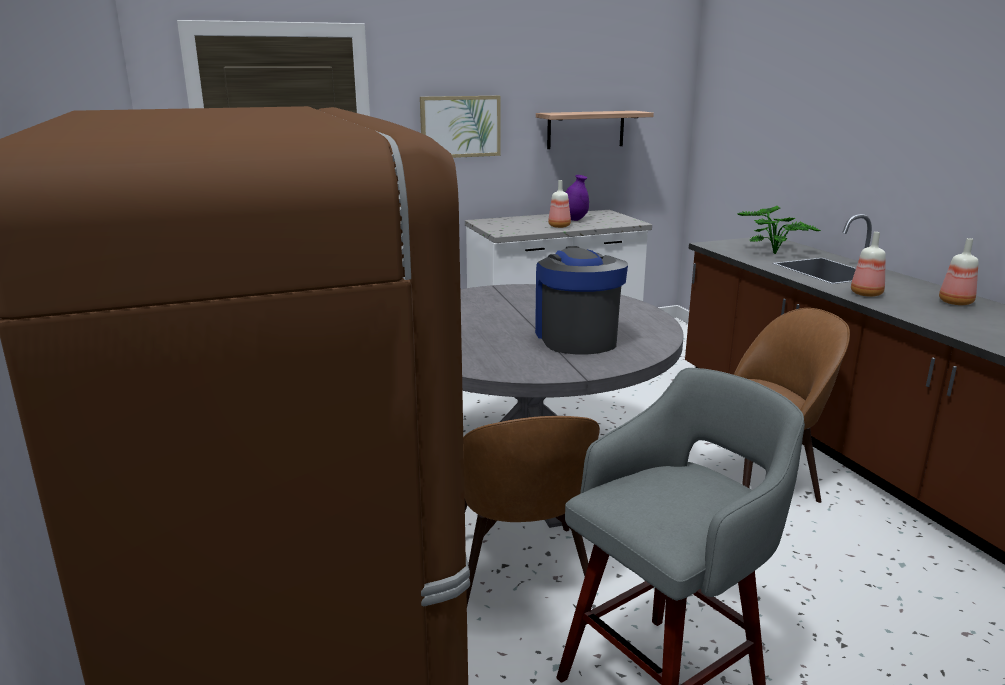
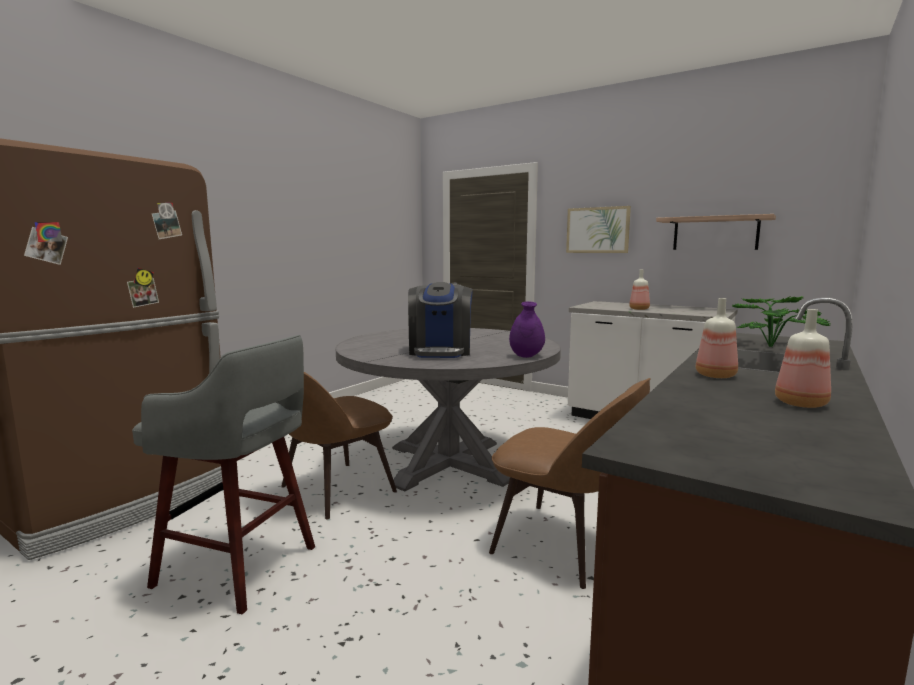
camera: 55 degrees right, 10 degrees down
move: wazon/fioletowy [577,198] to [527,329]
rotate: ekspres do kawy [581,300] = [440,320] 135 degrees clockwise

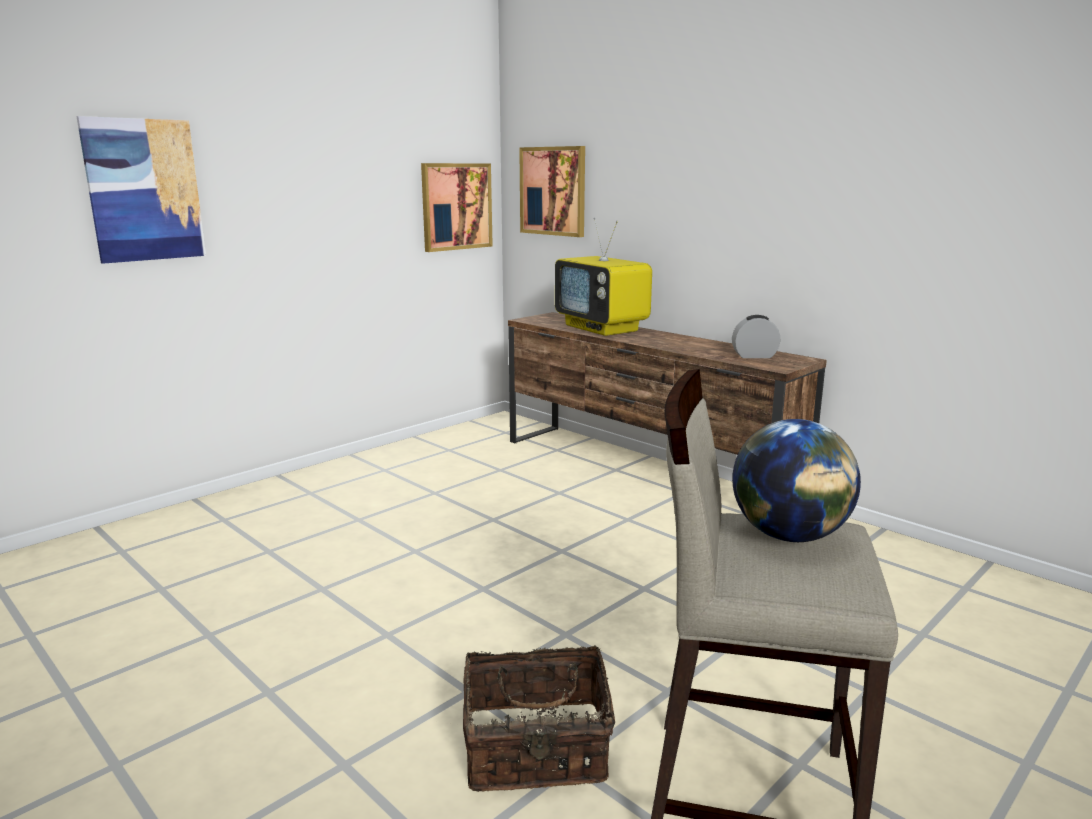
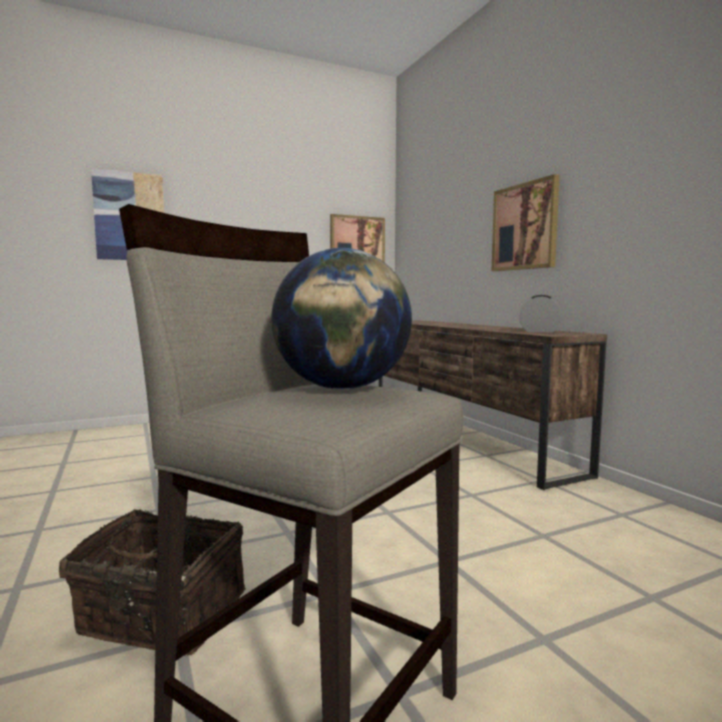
camera: 20 degrees right, 10 degrees down
delete: telewizor [603,276]
move: obraz [552,191] to [526,222]

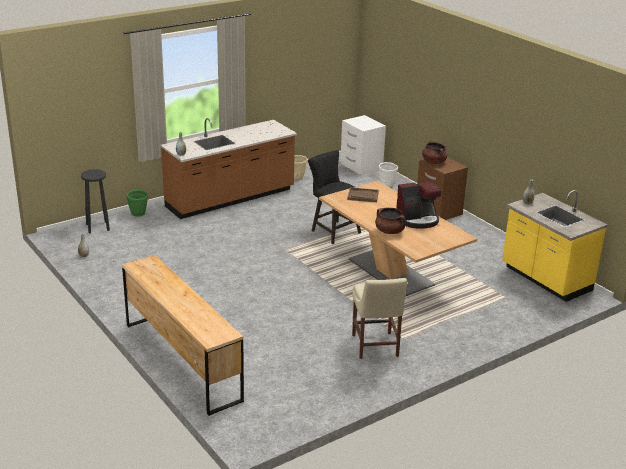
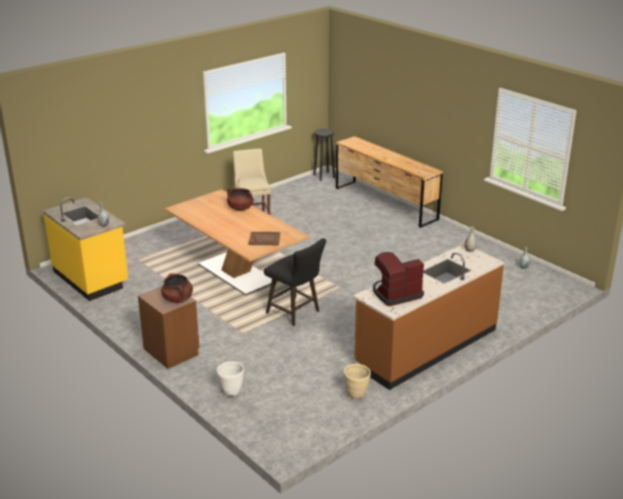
camera: 175 degrees right, 0 degrees up
delete: donica/zielony [137,203]; szafka nocna/biały [363,145]
move: stołek/czarny [95,201] to [324,155]; ekspres do kawy [418,205] to [398,279]

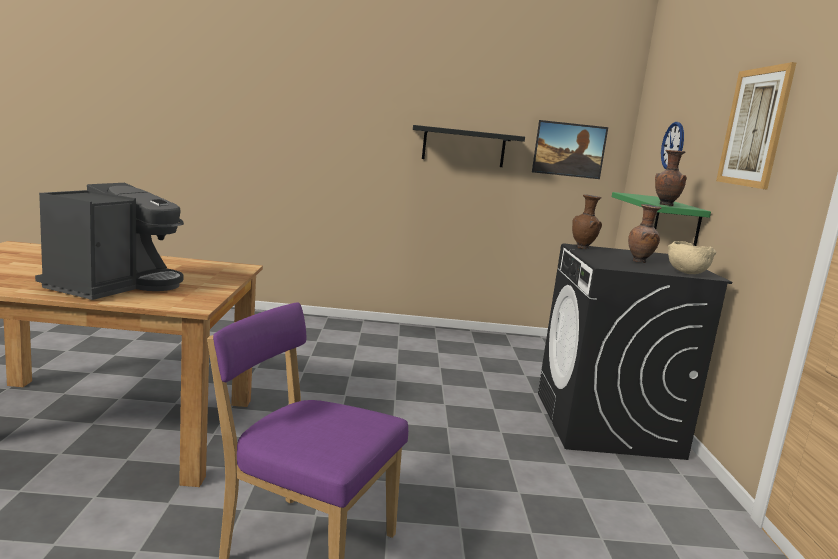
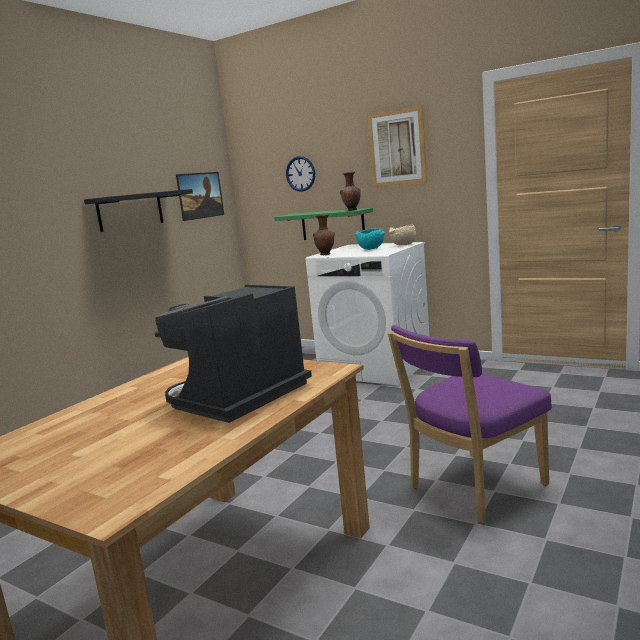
camera: 55 degrees left, 0 degrees up
replace: wazon/brązowy [644,233] to miska/turkusowy [370,239]
recolor: pralka/czarny [635,351] to pralka/biały [367,313]
rotate: ekspres do kawy [109,241] = [233,354] 105 degrees counterclockwise

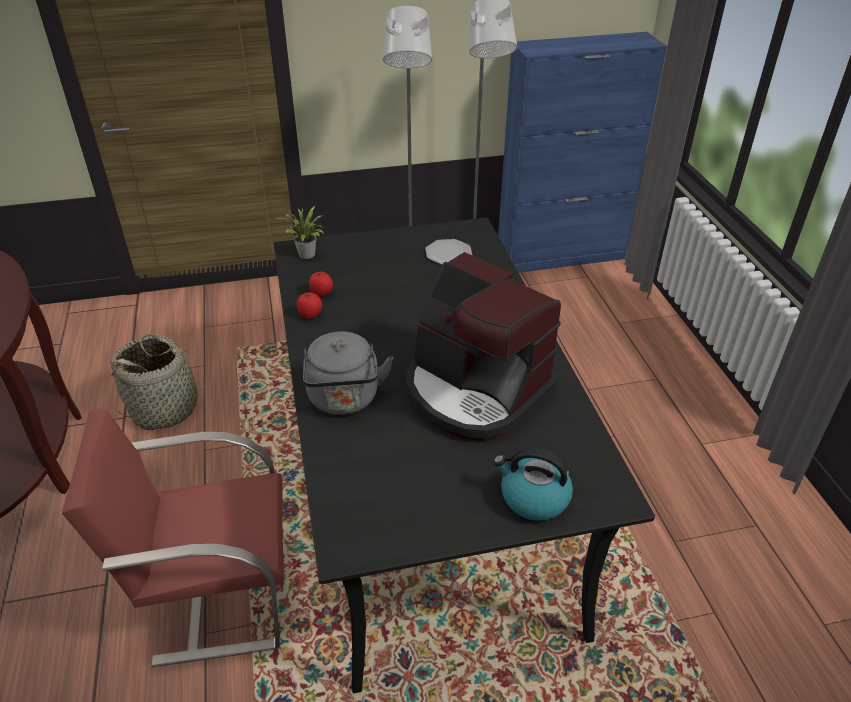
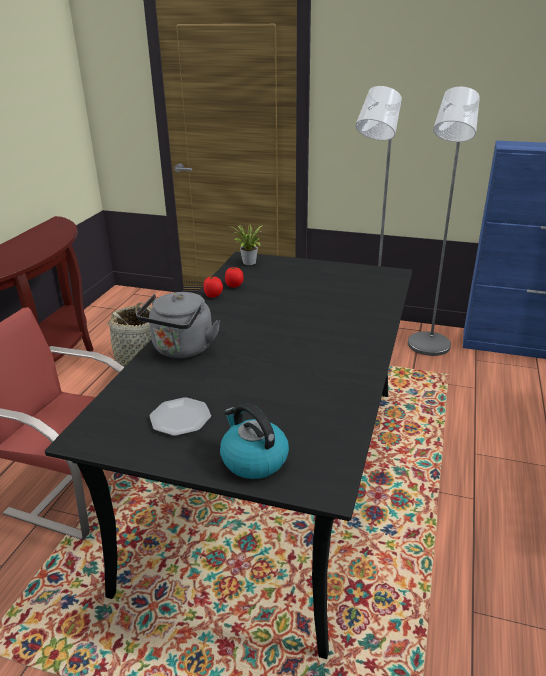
camera: 30 degrees right, 10 degrees down
delete: ekspres do kawy [483,346]
move: talerz [448,252] to [180,416]

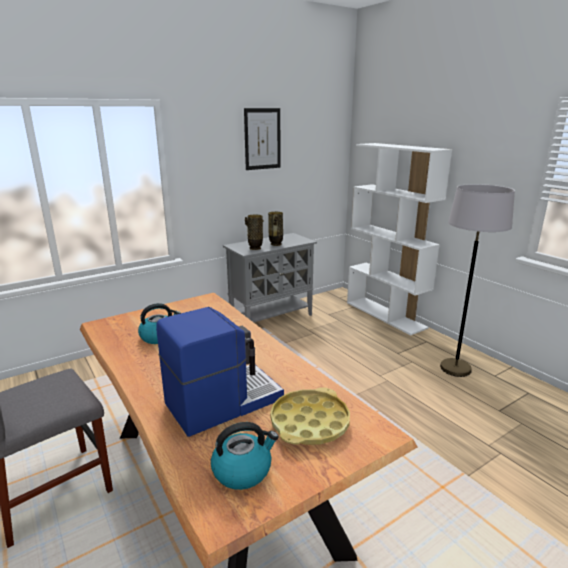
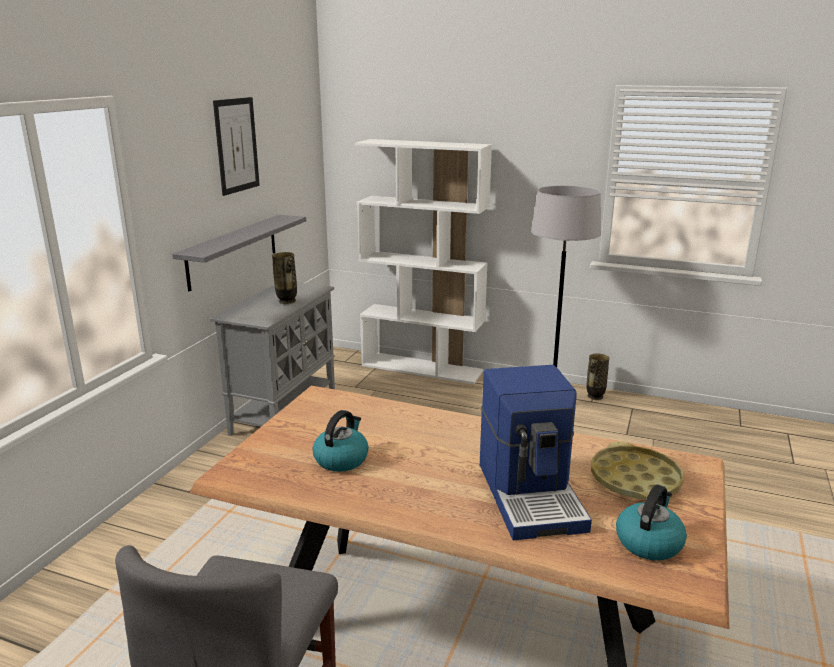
camera: 35 degrees left, 0 degrees up
insert: półka/szary [239,253]
move: wazon [254,232] to [597,377]
rotate: ekspres do kawy [220,372] = [536,452] 150 degrees clockwise

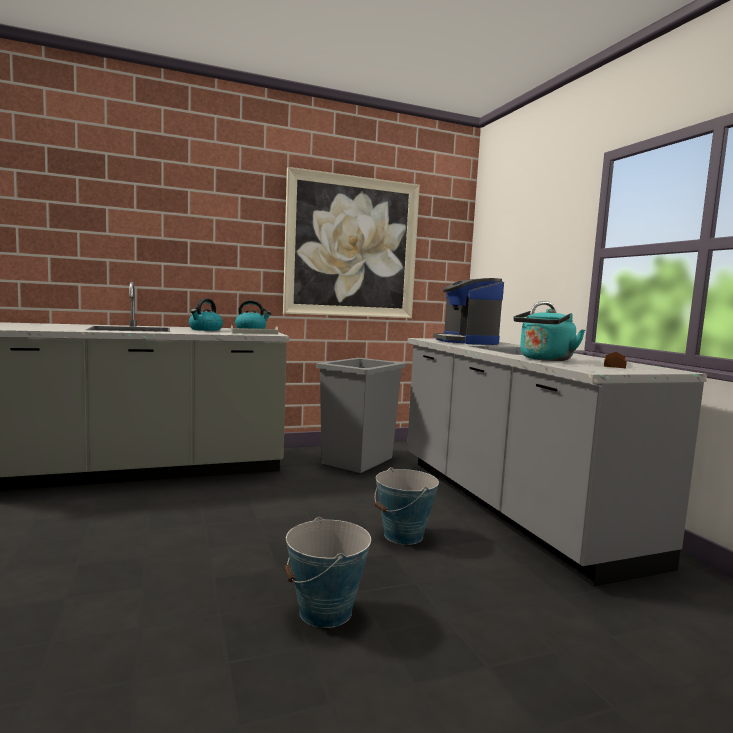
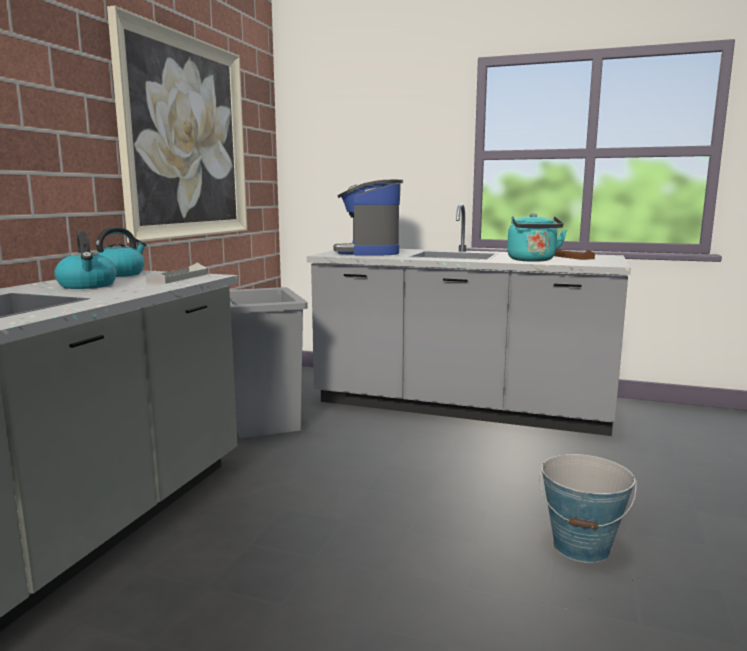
camera: 50 degrees left, 5 degrees up
delete: wiadro [407,506]
rotate: ekspres do kawy [468,311] = [368,218] 60 degrees clockwise

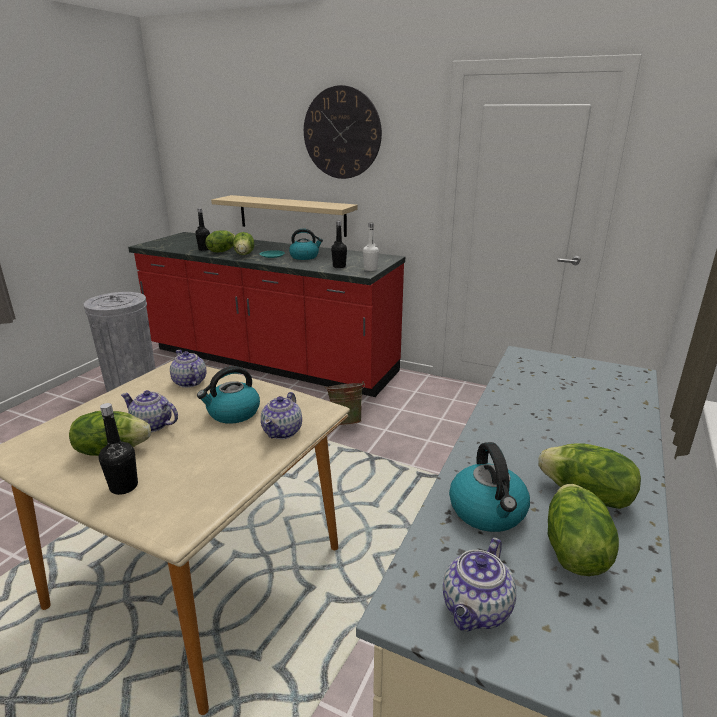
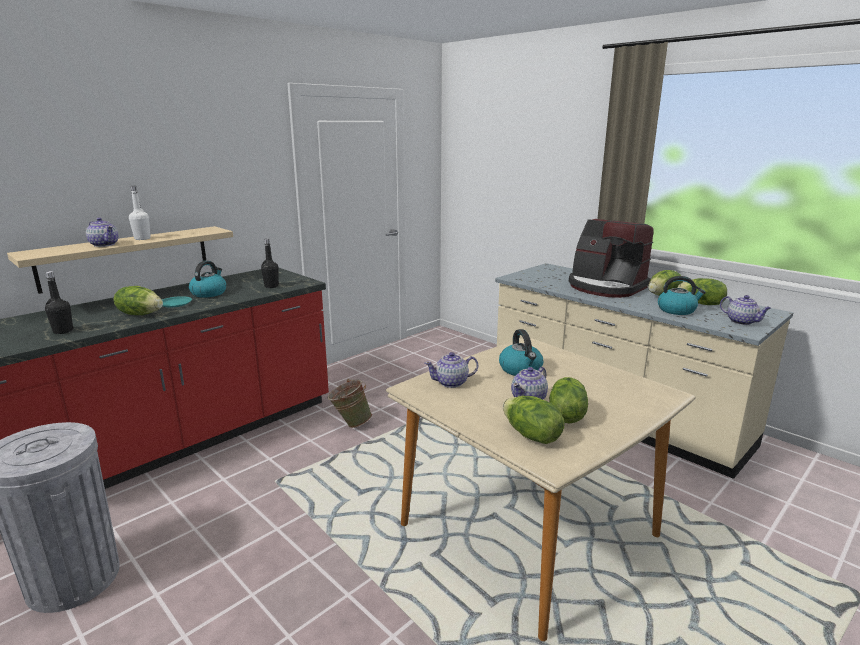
camera: 70 degrees left, 5 degrees down
delete: butelka/czarny [118,449]; zegar ścienny [343,132]
insert: ekspres do kawy [611,258]
move: sałata [220,241] to [534,420]; imbryk [281,415] to [102,232]; butelka/biały [371,247] to [140,213]

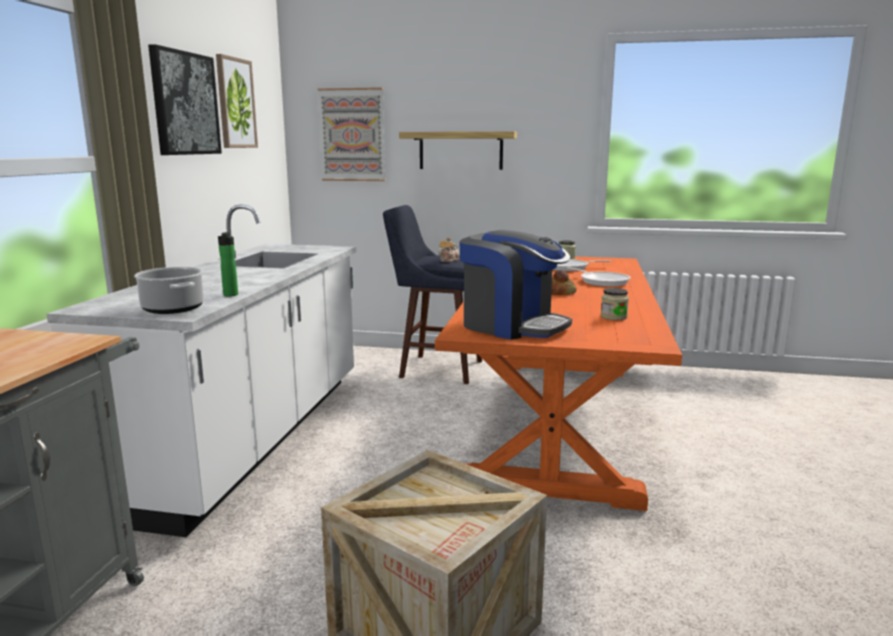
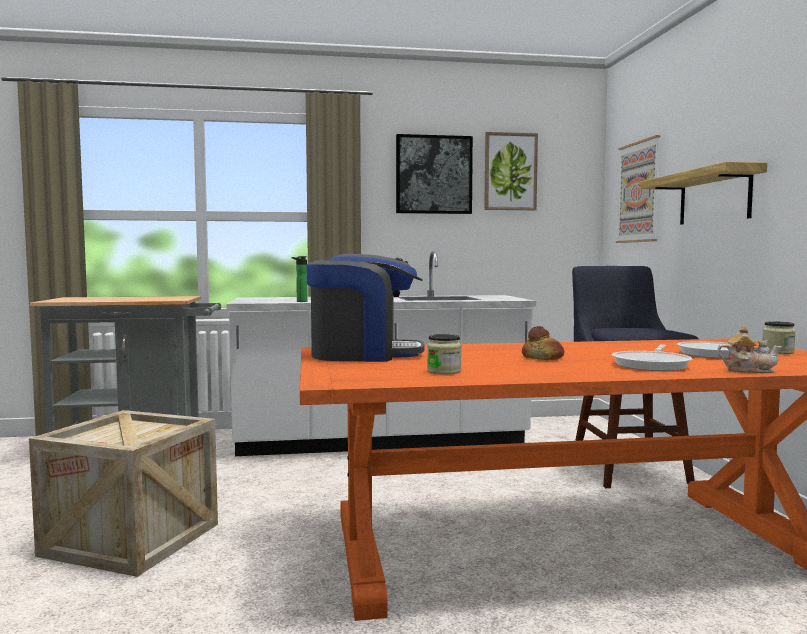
camera: 70 degrees right, 10 degrees down
delete: garnek [169,290]
move: imbryk [448,249] to [749,349]
rotate: ekspres do kawy [515,285] = [365,308] 105 degrees counterclockwise

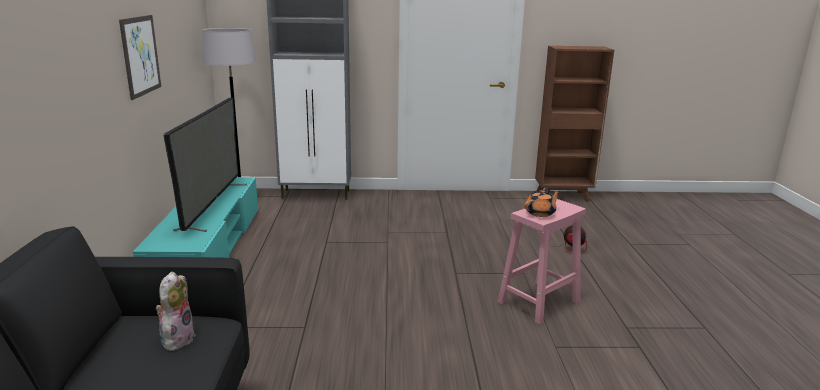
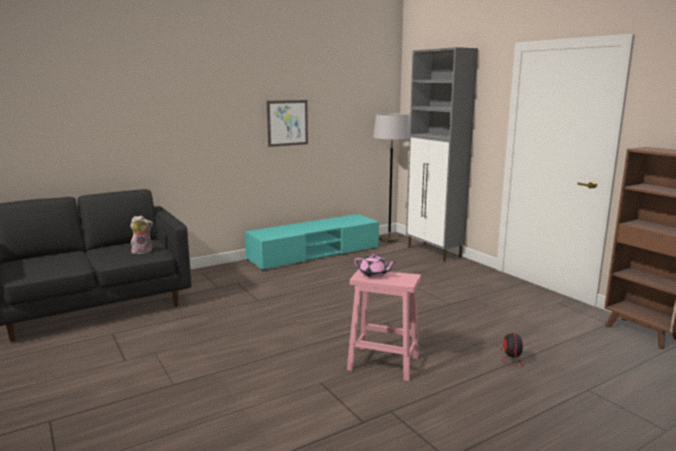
camera: 60 degrees right, 5 degrees down
delete: telewizor [205,165]
recolor: imbryk/pomarańczowy [542,203] to imbryk/różowy [375,266]

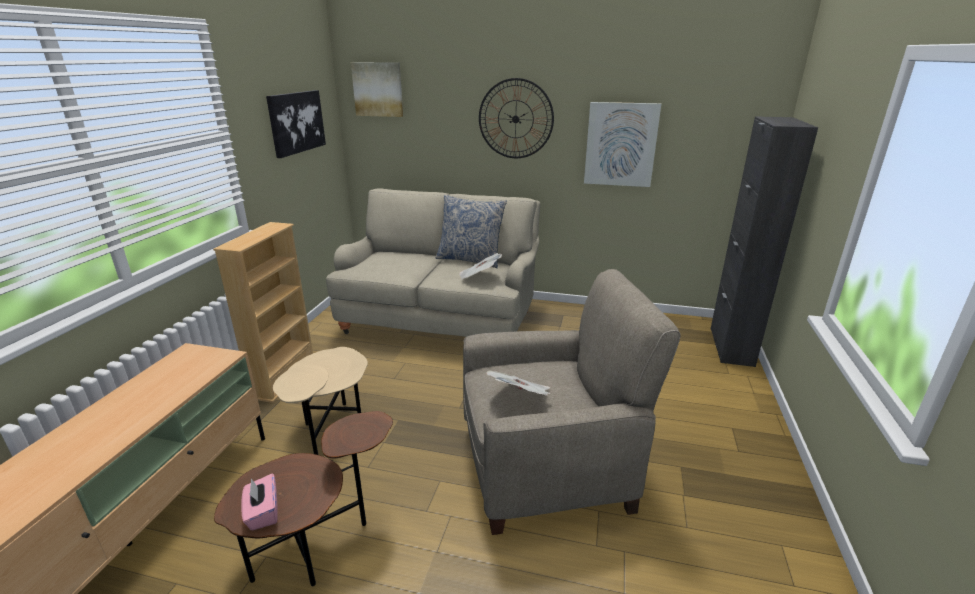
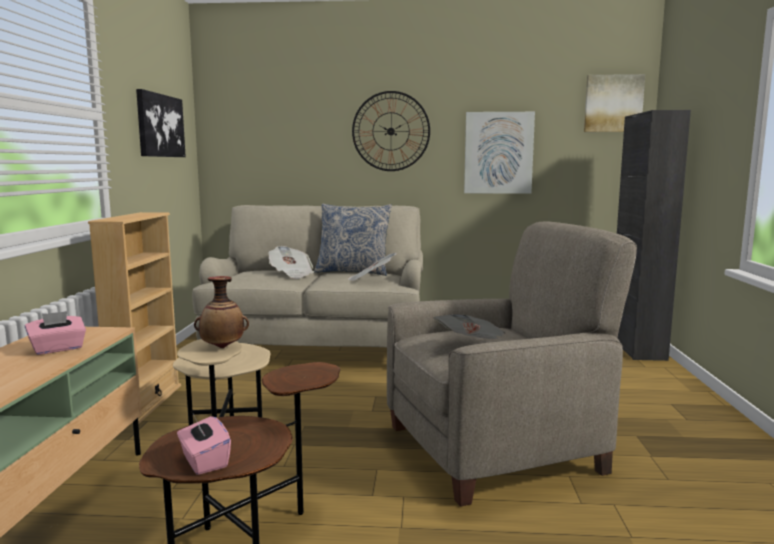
camera: 10 degrees left, 15 degrees down
insert: pudełko chusteczek/różowy [55,333]; wazon [221,312]; gazeta [291,262]
move: obraz [377,89] to [614,103]

